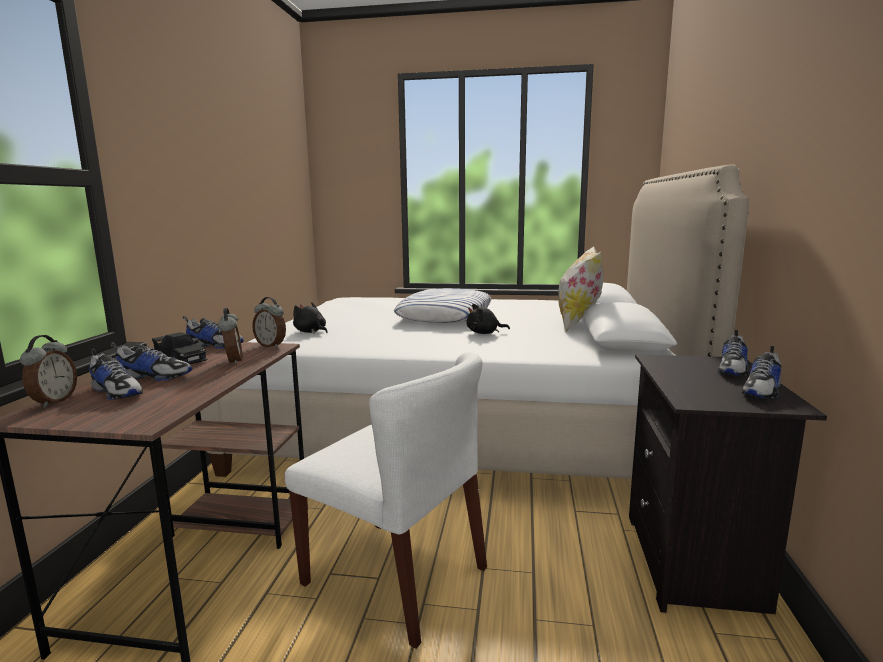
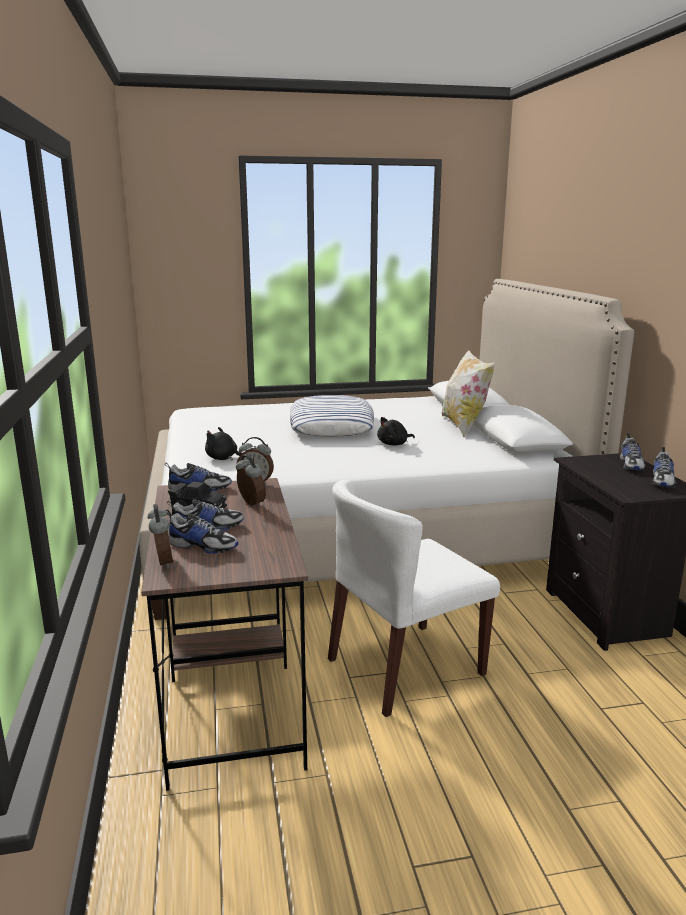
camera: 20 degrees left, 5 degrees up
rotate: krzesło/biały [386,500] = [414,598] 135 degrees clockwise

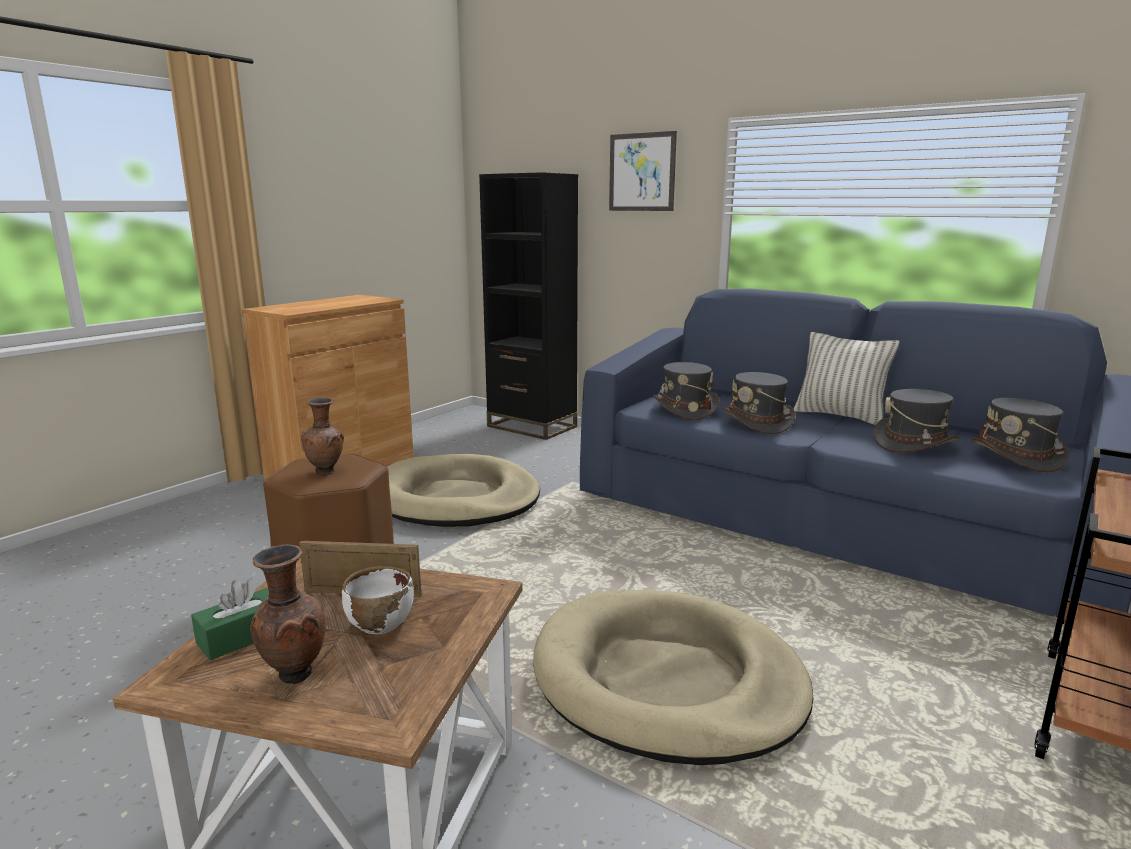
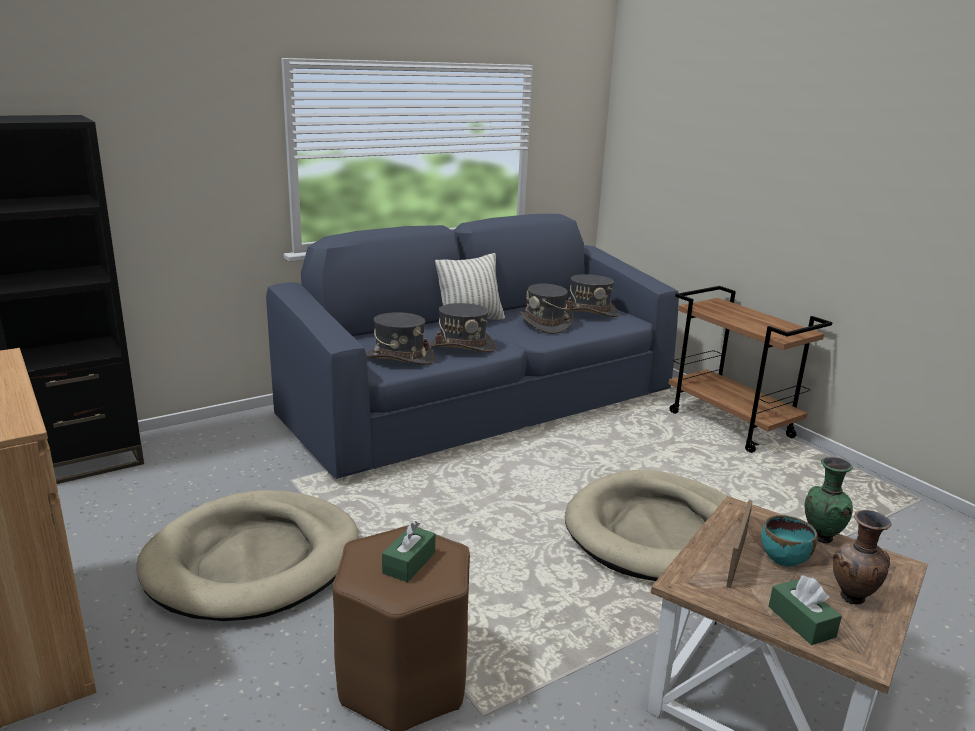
camera: 70 degrees left, 5 degrees up
delete: obraz [643,171]
insert: wazon/zielony [829,500]
replace: wazon/brązowy [322,436] to pudełko chusteczek/zielony [408,551]
recolor: miska/biały [378,600] to miska/turkusowy [789,541]

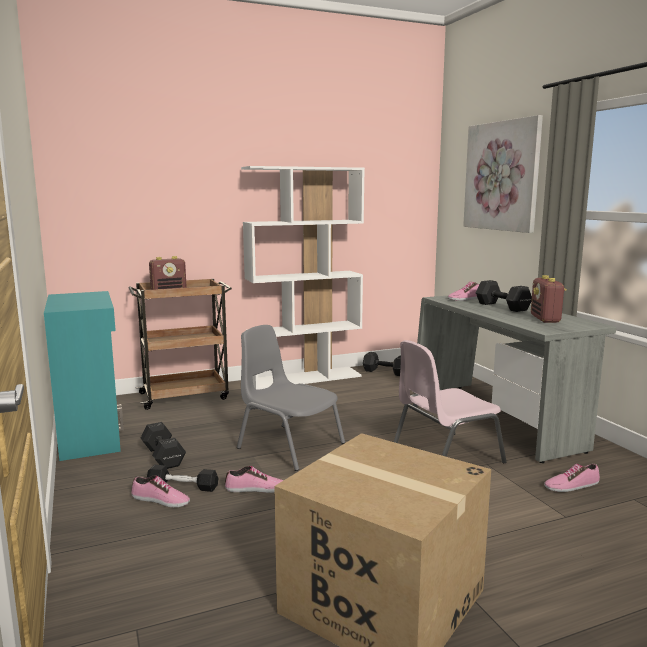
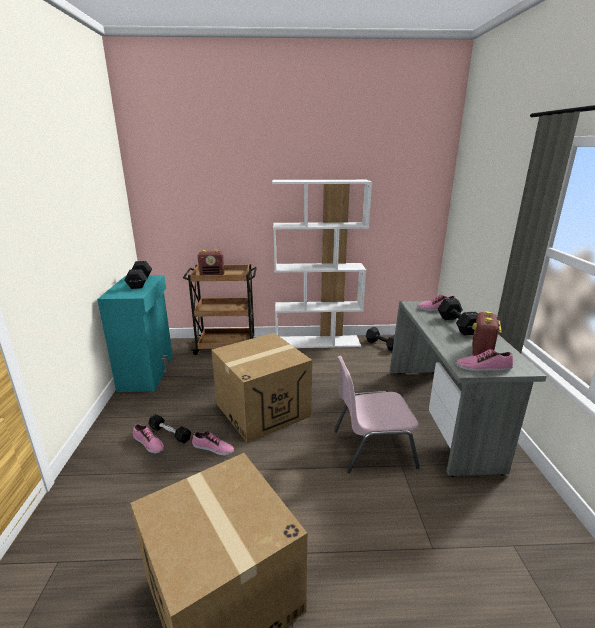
camera: 20 degrees right, 10 degrees up
delete: obraz [503,174]
move: hantel/czarny [163,445] to [138,275]; but [572,478] to [484,360]
replace: krzesło/szary [291,398] to karton [261,388]

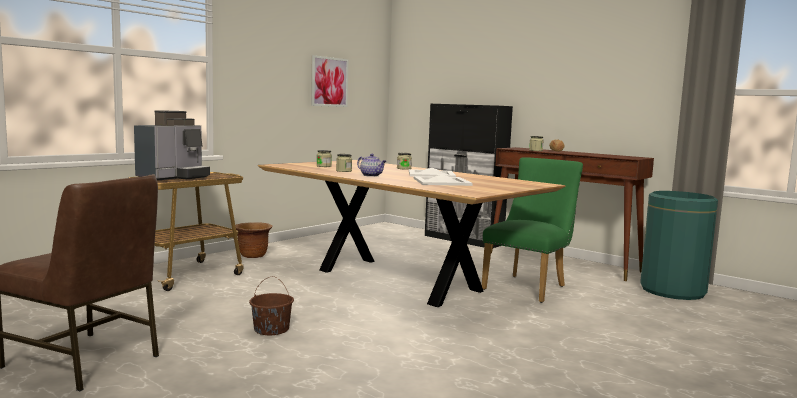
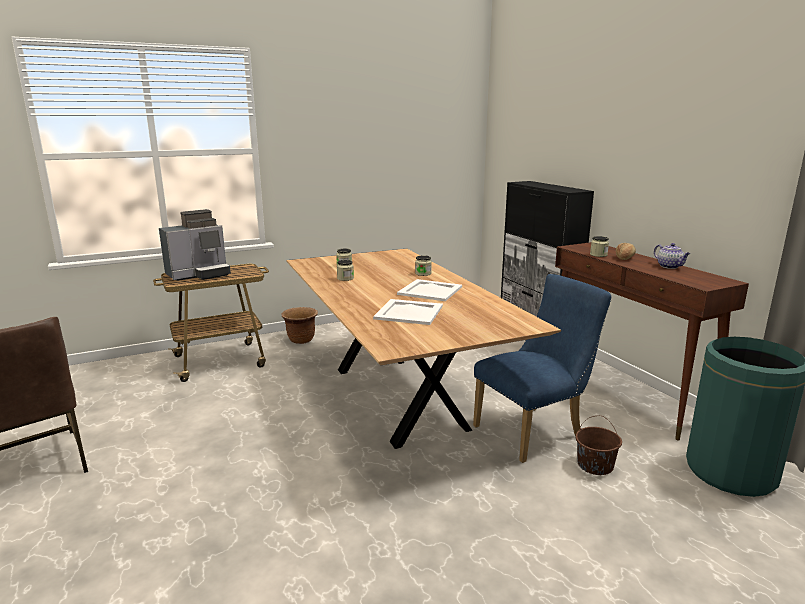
camera: 25 degrees right, 10 degrees up
delete: obraz [330,81]
move: wiadro/brązowy [271,305] to [598,445]; imbryk [371,165] to [672,256]
recolor: krzesło/zielony [532,230] to krzesło/niebieski [542,368]

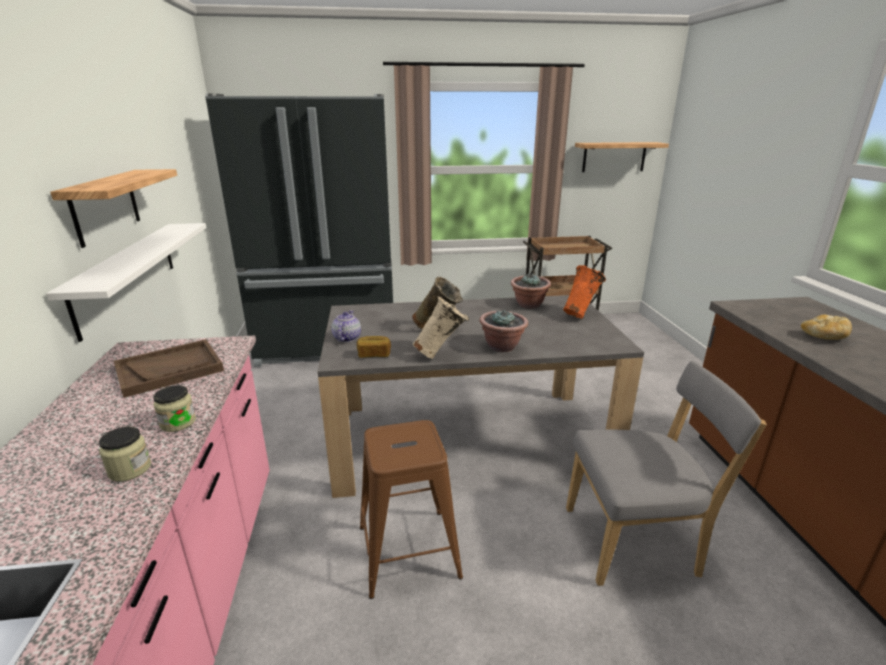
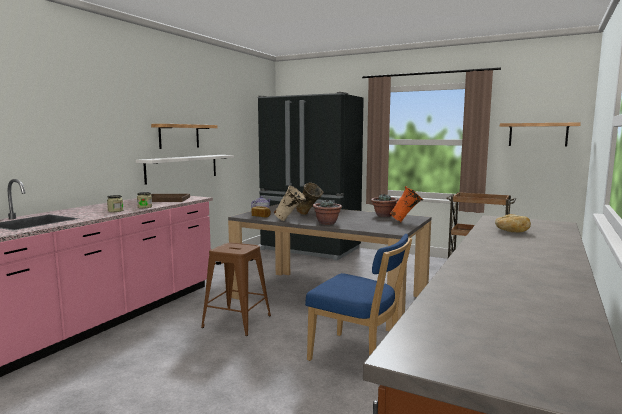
camera: 35 degrees right, 15 degrees down
recolor: krzesło/szary [666,473] to krzesło/niebieski [358,297]

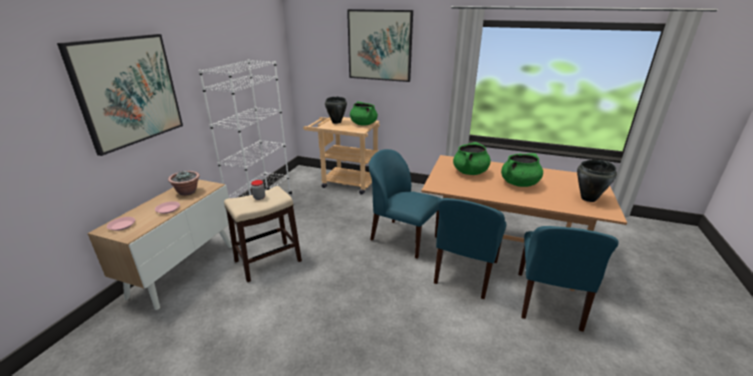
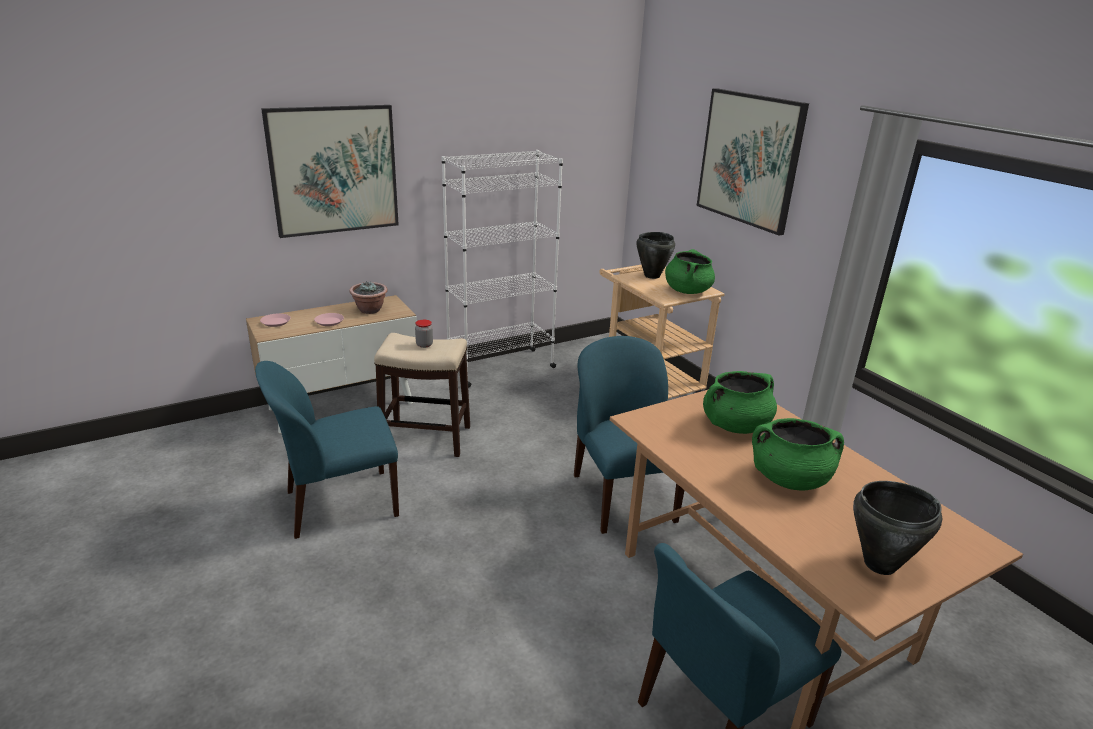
camera: 40 degrees right, 0 degrees up
move: krzesło/niebieski [470,248] to [327,450]

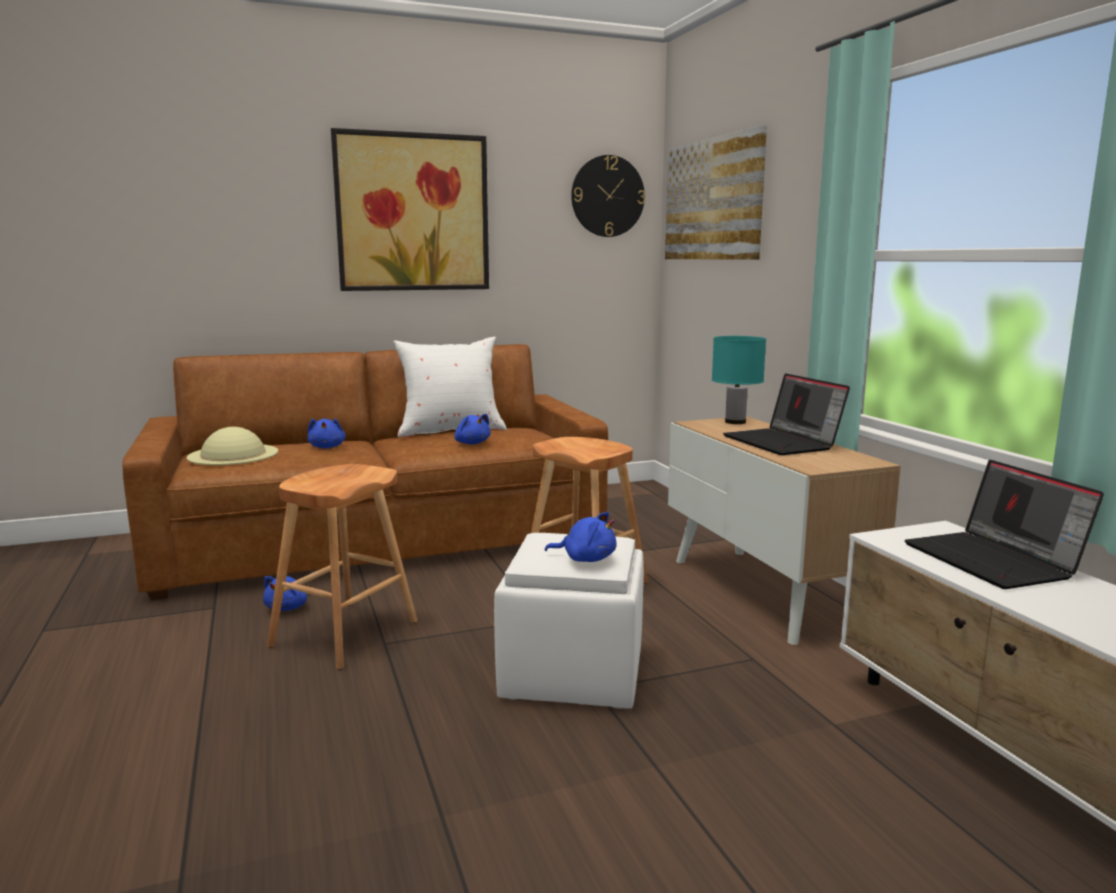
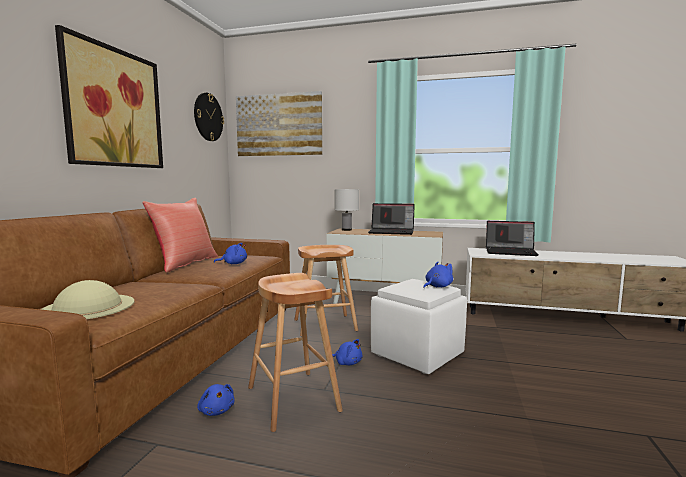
camera: 55 degrees left, 5 degrees down
move: pluszak/niebieski [326,433] to [347,352]
recolor: poduszka/biały [450,387] to poduszka/czerwony [180,235]; lampa stołowa/turkusowy [739,380] to lampa stołowa/biały [346,210]

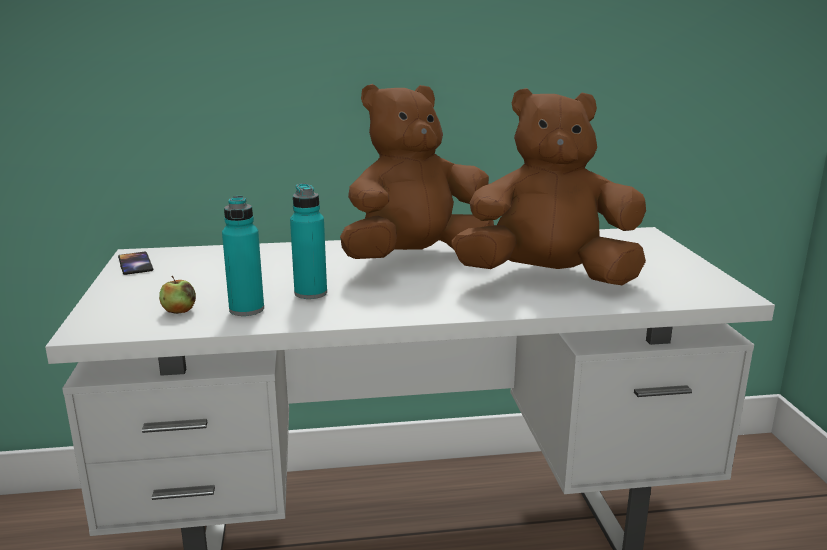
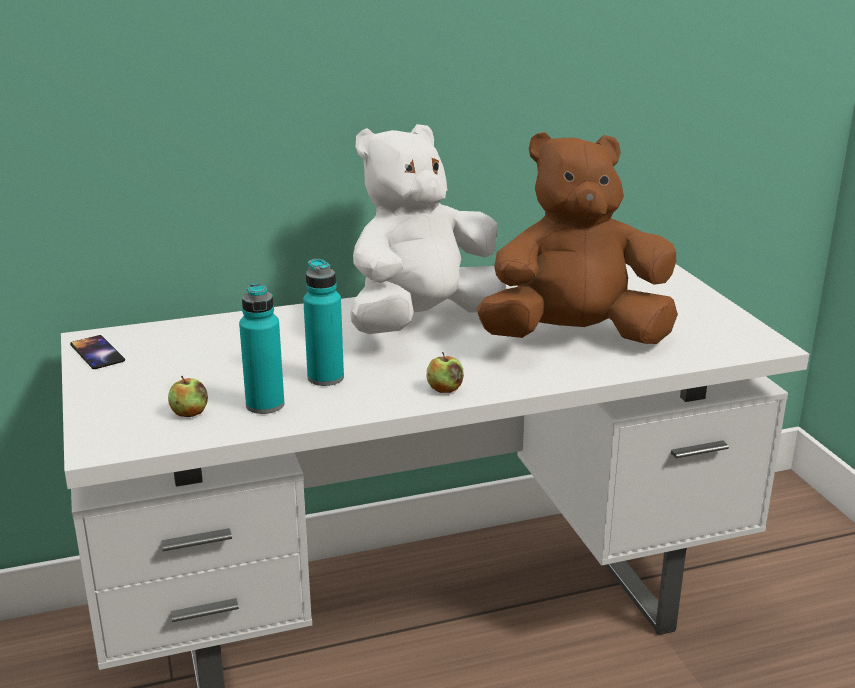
camera: 10 degrees left, 5 degrees up
insert: jabłko [445,372]
recolor: pluszak/brązowy [417,171] to pluszak/biały [428,229]

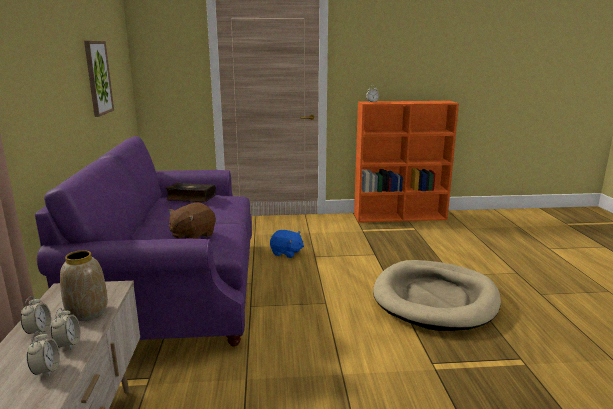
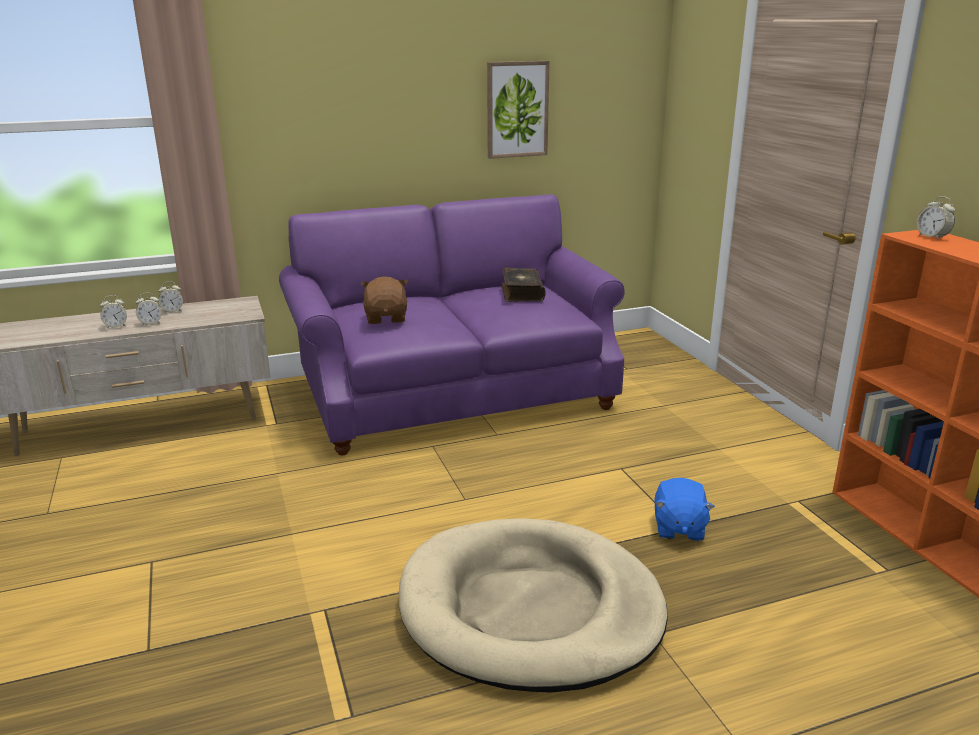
camera: 75 degrees right, 5 degrees up
delete: wazon [84,285]
move: pluszak/niebieski [287,244] to [684,509]
rotate: pluszak/brązowy [192,221] = [384,300] 60 degrees clockwise

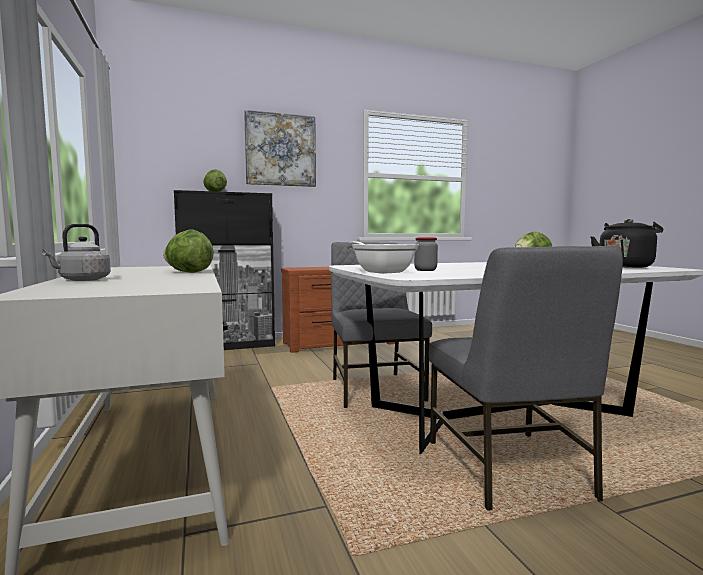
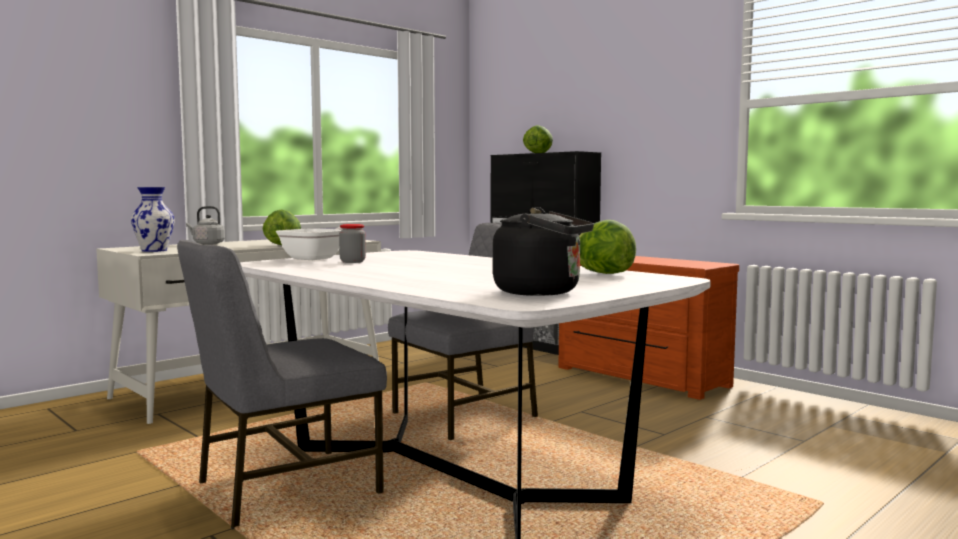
camera: 65 degrees right, 0 degrees up
delete: obraz [280,148]
insert: wazon [153,219]

